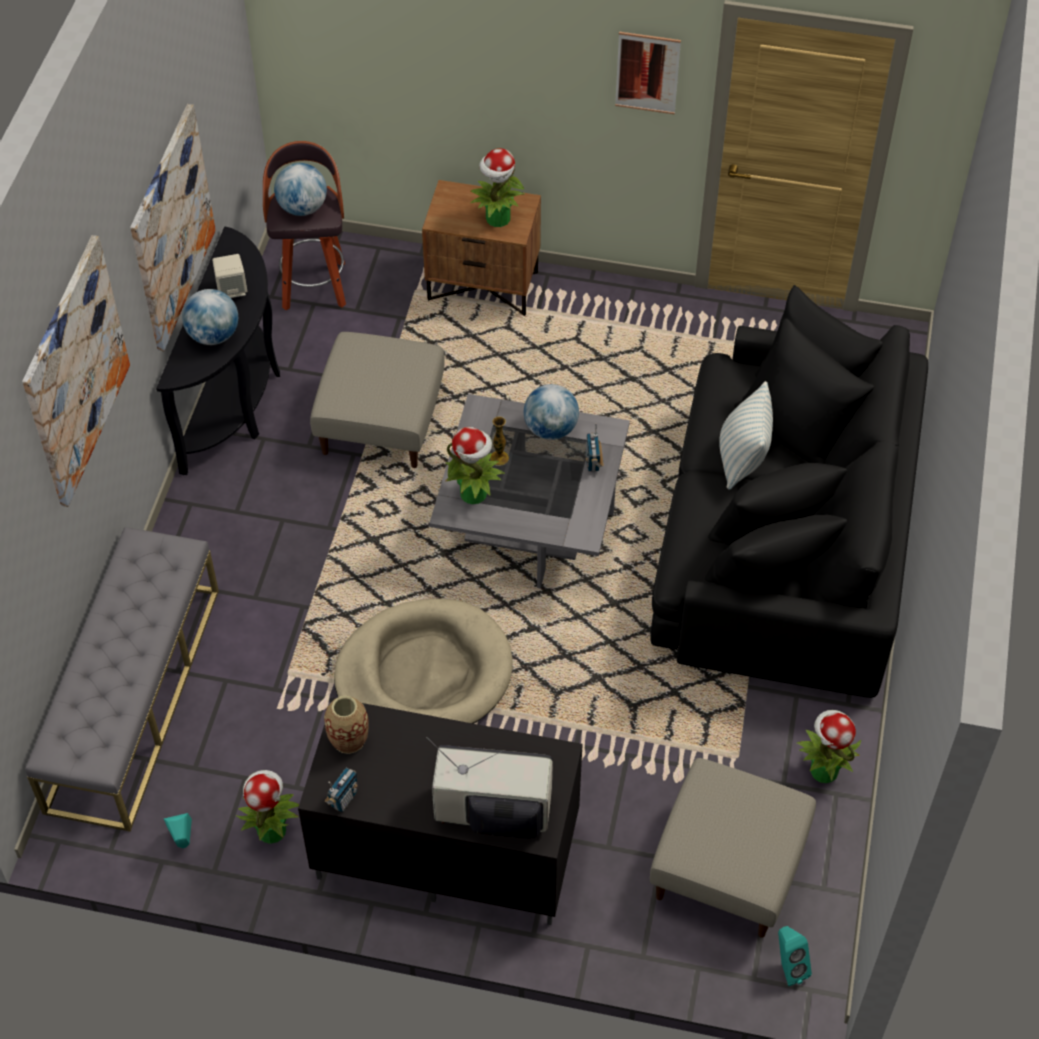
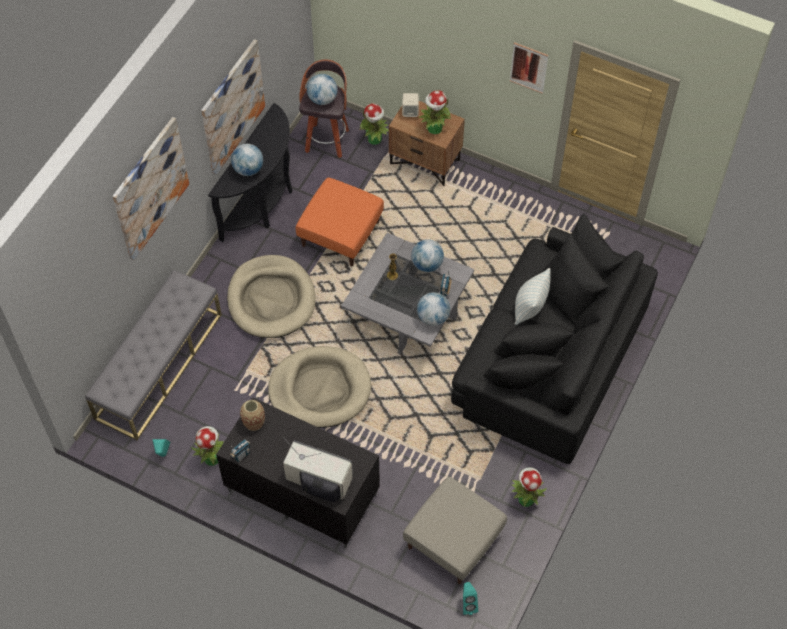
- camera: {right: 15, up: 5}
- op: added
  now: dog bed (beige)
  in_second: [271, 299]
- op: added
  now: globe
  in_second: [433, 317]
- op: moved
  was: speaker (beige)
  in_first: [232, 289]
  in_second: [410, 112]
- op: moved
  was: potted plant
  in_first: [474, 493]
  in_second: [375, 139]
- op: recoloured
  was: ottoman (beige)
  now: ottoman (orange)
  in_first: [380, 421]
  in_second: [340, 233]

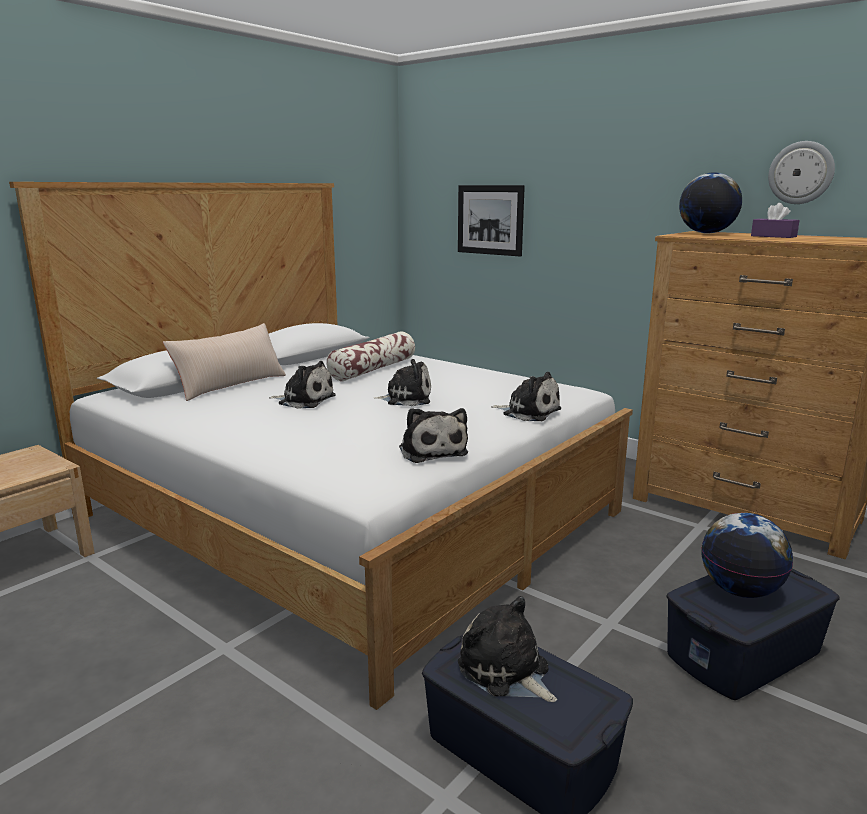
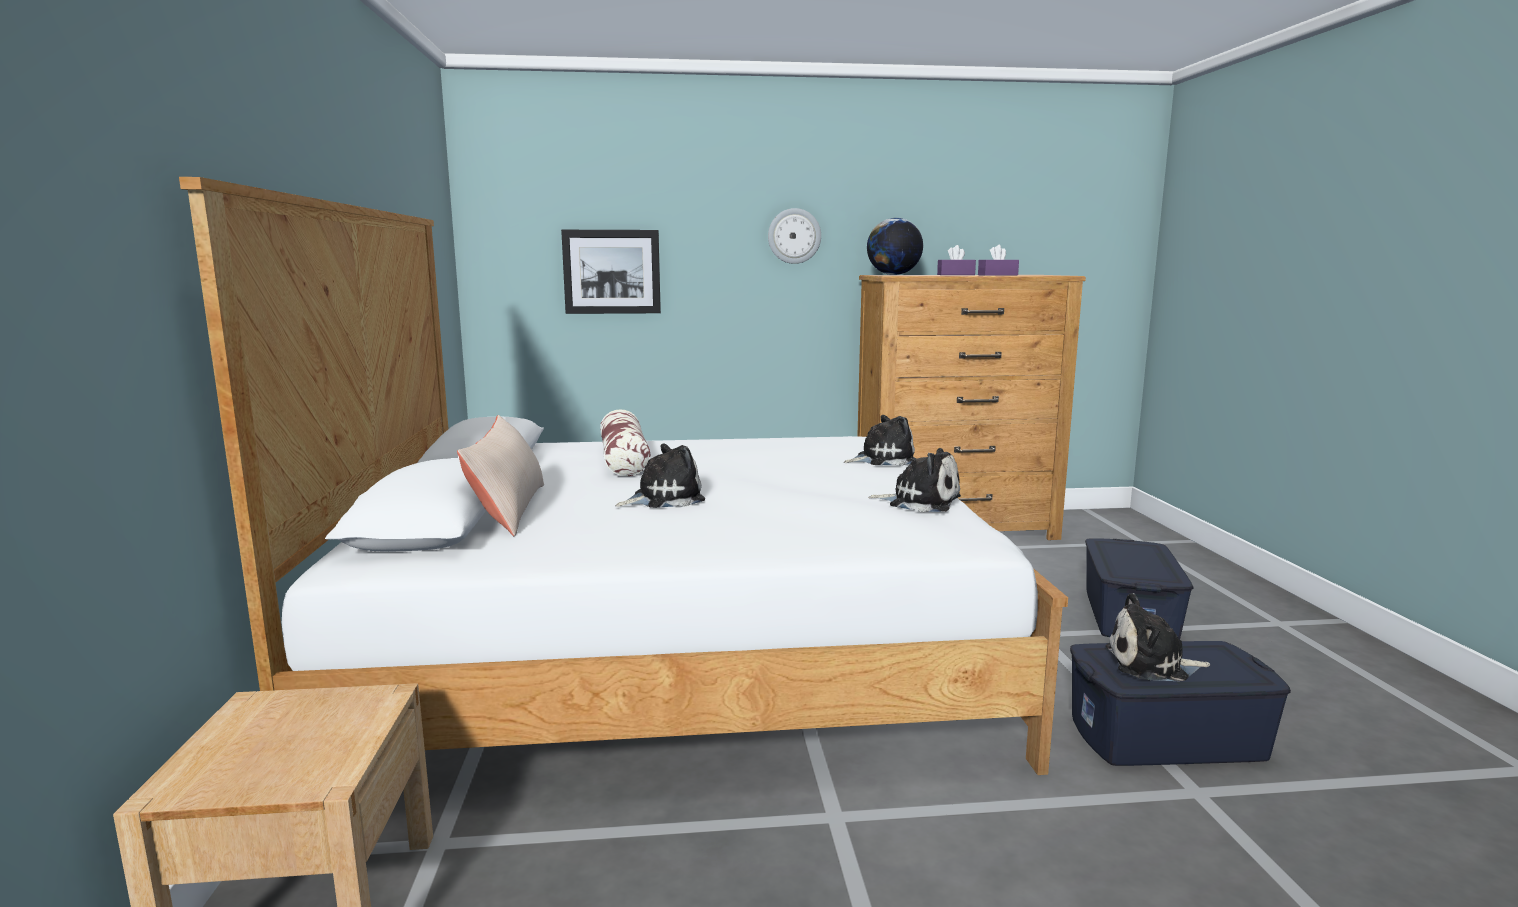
- camera: {right: -45, up: -5}
- op: removed
  was: plush toy
  in_first: [405, 398]
- op: removed
  was: globe
  in_first: [740, 590]
- op: added
  now: tissue box (purple)
  in_second: [997, 275]
- op: moved
  was: wall clock
  in_first: [801, 173]
  in_second: [794, 236]

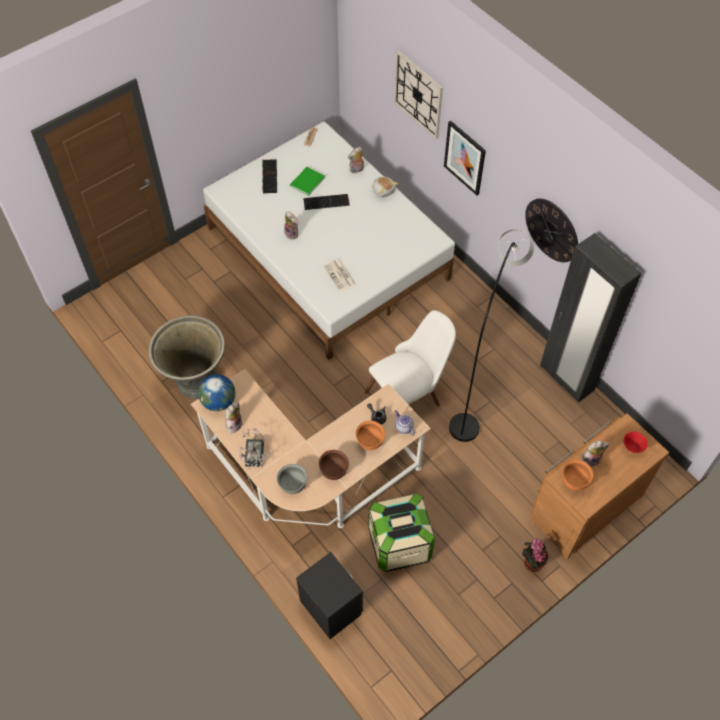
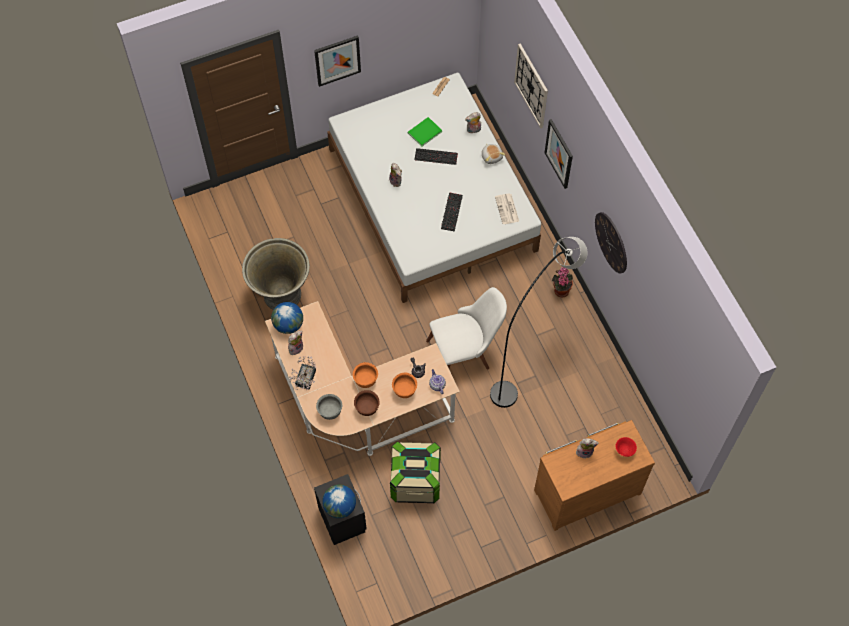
- camera: {right: 15, up: 5}
- op: removed
  was: wardrobe (black)
  in_first: [566, 378]
- op: added
  now: picture
  in_second: [337, 60]
- op: added
  now: globe
  in_second: [340, 506]
- op: moved
  was: keyboard
  in_first: [269, 176]
  in_second: [451, 211]
- op: moved
  was: newspaper
  in_first: [340, 275]
  in_second: [507, 209]
- op: moved
  was: potted plant
  in_first: [532, 562]
  in_second: [560, 290]
- op: moved
  was: bowl (orange)
  in_first: [574, 481]
  in_second: [365, 380]

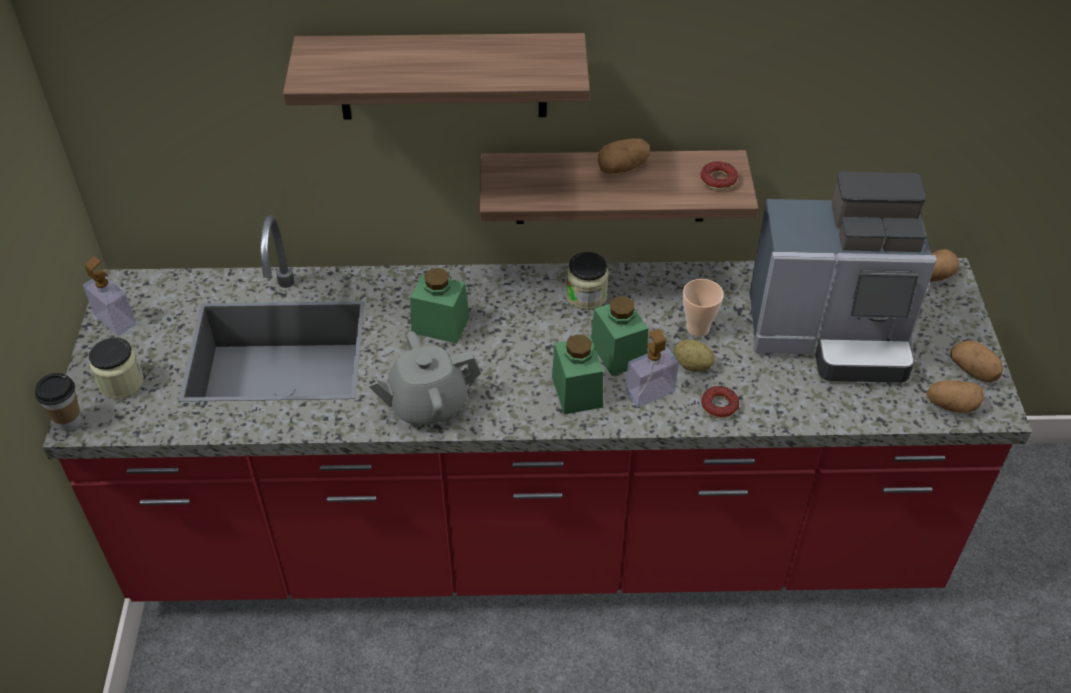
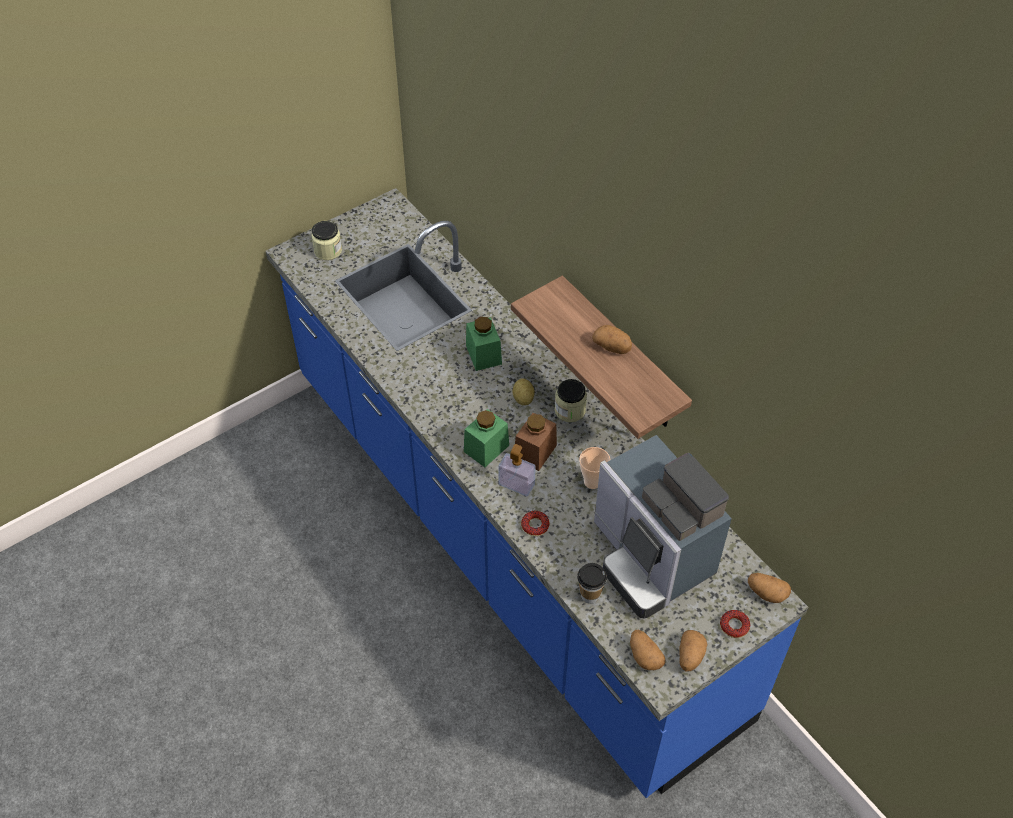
- camera: {right: 55, up: 5}
- op: removed
  was: soap dispenser
  in_first: [115, 320]
- op: removed
  was: shelf
  in_first: [442, 76]
- op: removed
  was: teapot (grey)
  in_first: [427, 404]
- op: moved
  was: cup
  in_first: [69, 422]
  in_second: [590, 595]
- op: moved
  was: potato
  in_first: [692, 365]
  in_second: [523, 398]
- op: moved
  was: donut
  in_first: [718, 180]
  in_second: [734, 626]
- op: recoloured
  was: counter (red)
  now: counter (blue)
  in_first: [535, 538]
  in_second: [506, 539]
- op: recoloured
  was: jar (green)
  now: jar (brown)
  in_first: [618, 353]
  in_second: [535, 452]

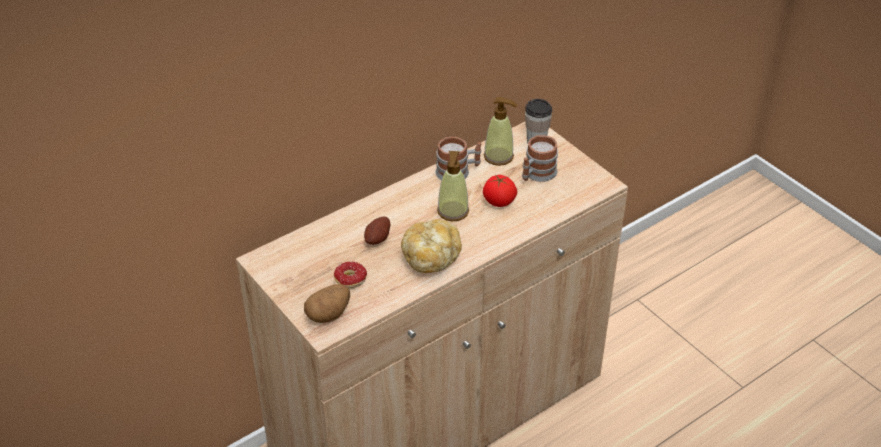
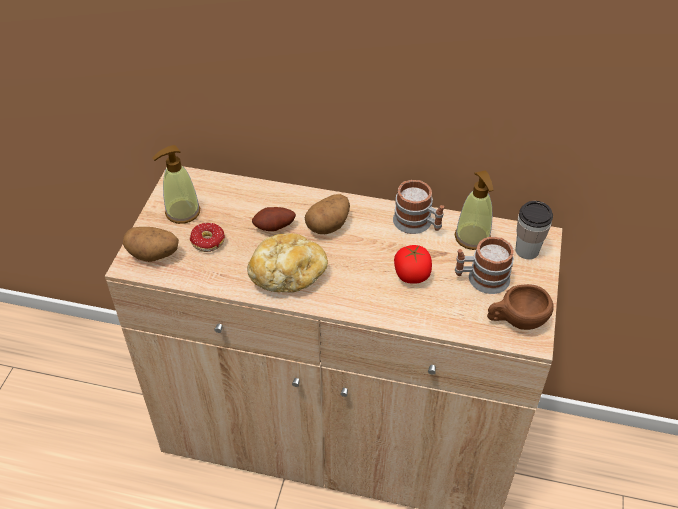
- camera: {right: 50, up: 5}
- op: added
  now: potato
  in_second: [328, 225]
- op: added
  now: cup (brown)
  in_second: [516, 321]
- op: moved
  was: soap dispenser
  in_first: [453, 211]
  in_second: [182, 212]

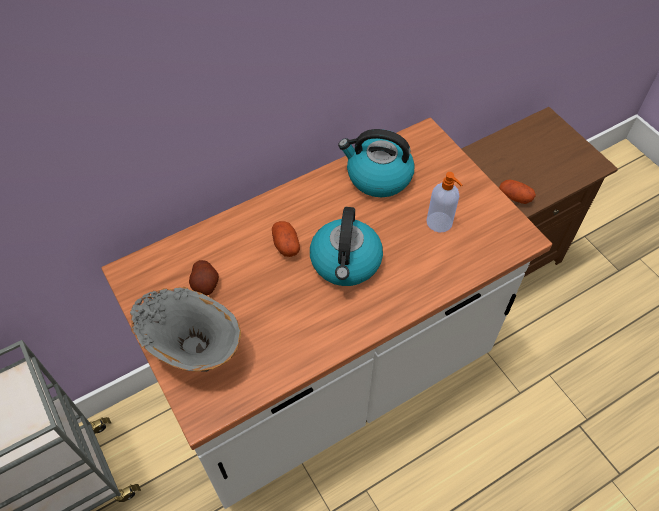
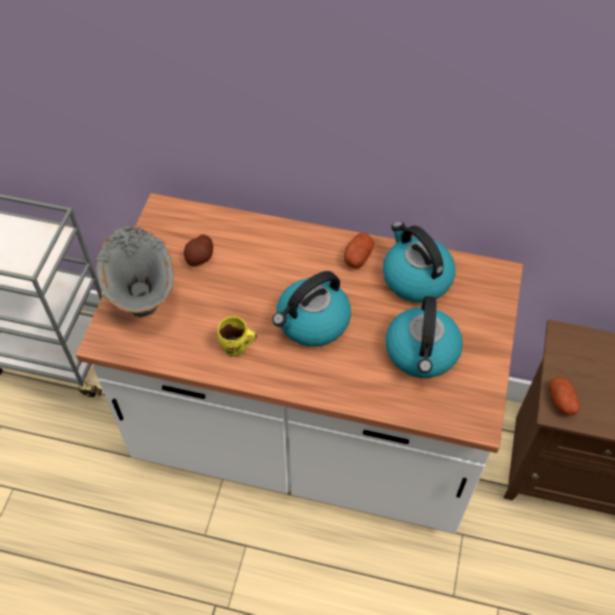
- camera: {right: 45, up: 0}
- op: added
  now: mug (yellow)
  in_second: [237, 348]
- op: moved
  was: potato
  in_first: [286, 245]
  in_second: [358, 256]
- op: replaced
  was: soap dispenser
  now: kettle
  in_first: [440, 223]
  in_second: [422, 353]

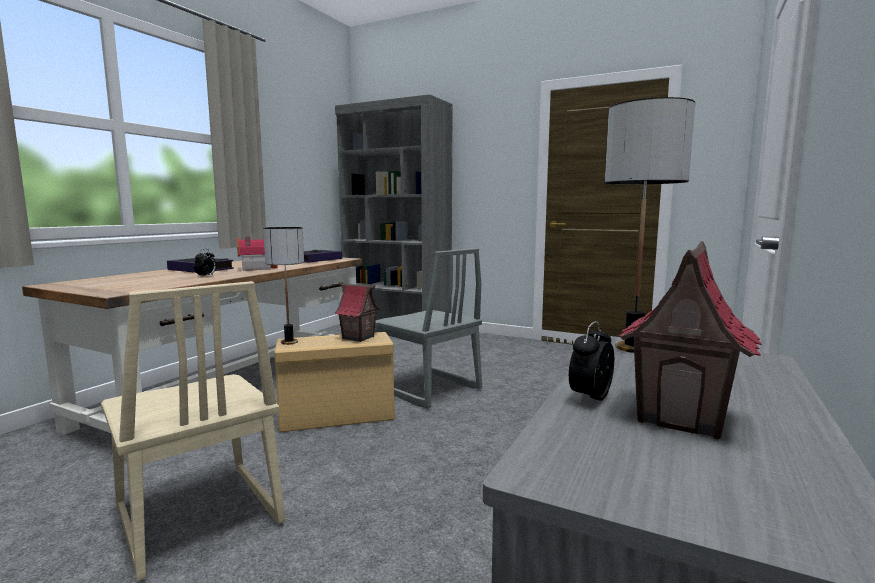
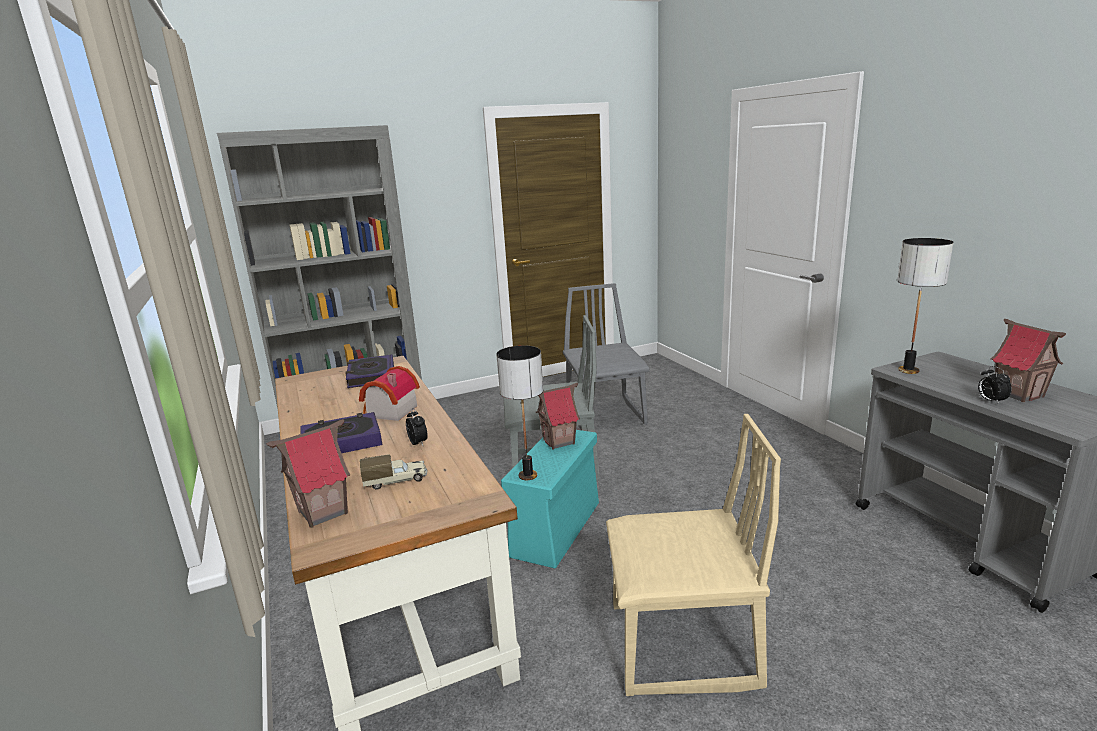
- camera: {right: -50, up: 10}
- op: added
  now: toy house
  in_second: [322, 512]
- op: added
  now: toy truck
  in_second: [396, 481]
- op: added
  now: chair (grey)
  in_second: [606, 415]
- op: recoloured
  was: storage box (beige)
  now: storage box (turquoise)
  in_first: [339, 416]
  in_second: [556, 527]

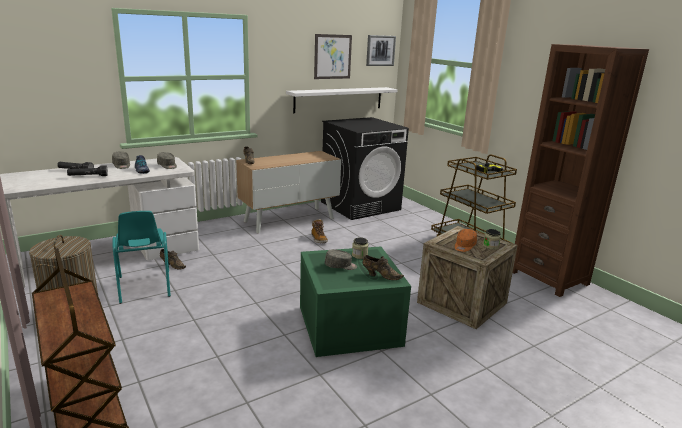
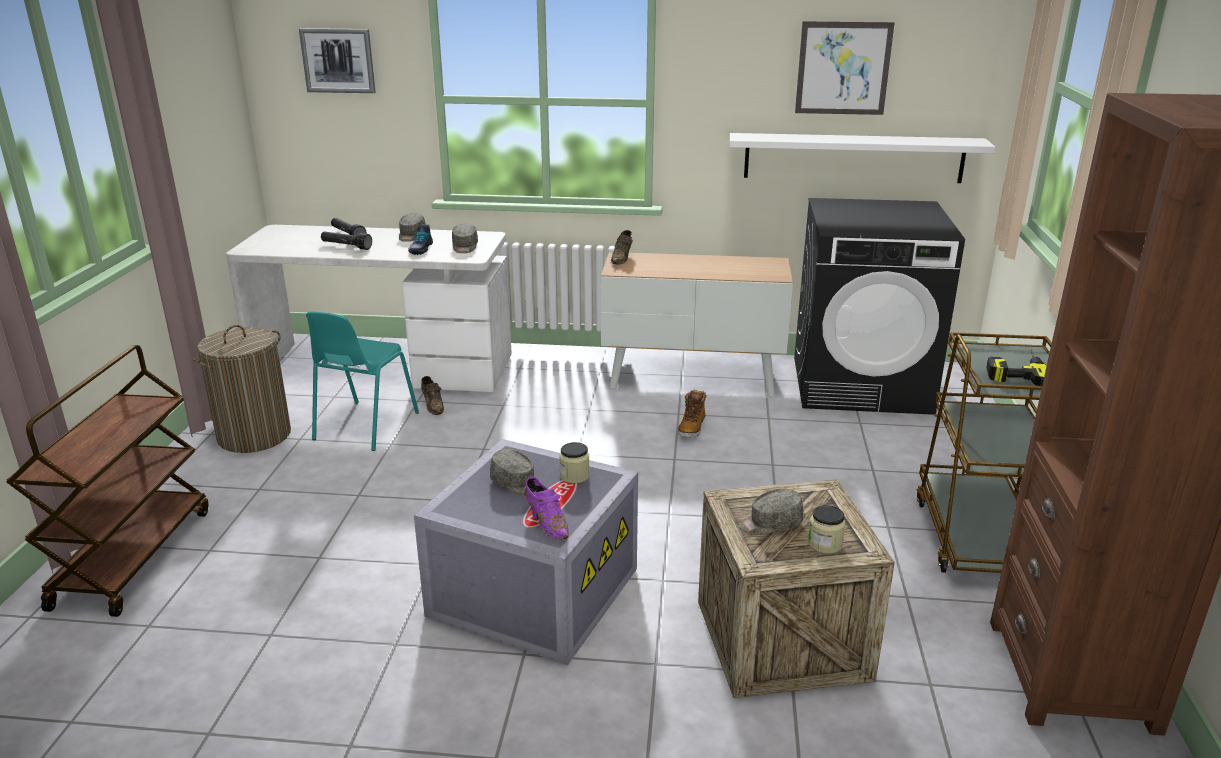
- camera: {right: 40, up: 5}
- op: moved
  was: picture
  in_first: [380, 50]
  in_second: [338, 60]
- op: recoloured
  was: storage box (green)
  now: storage box (grey)
  in_first: [347, 325]
  in_second: [533, 590]
- op: recoloured
  was: shoe (brown)
  now: shoe (purple)
  in_first: [380, 276]
  in_second: [546, 522]
- op: recoloured
  was: cap (orange)
  now: cap (grey)
  in_first: [464, 246]
  in_second: [770, 524]

